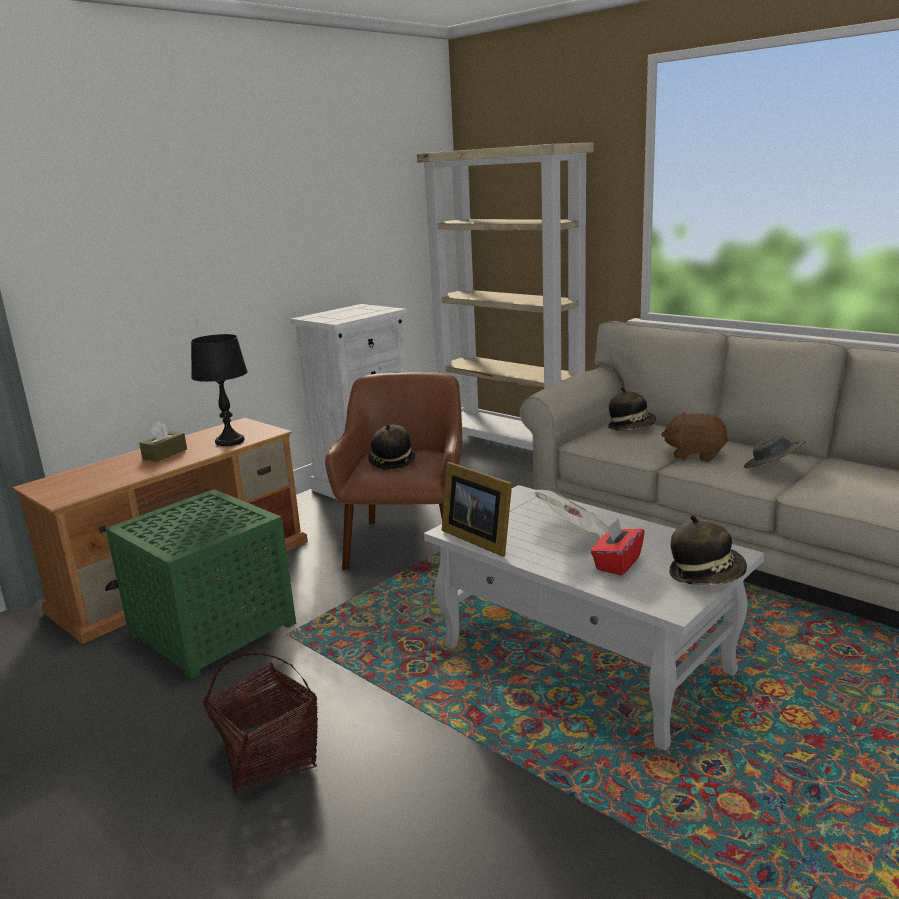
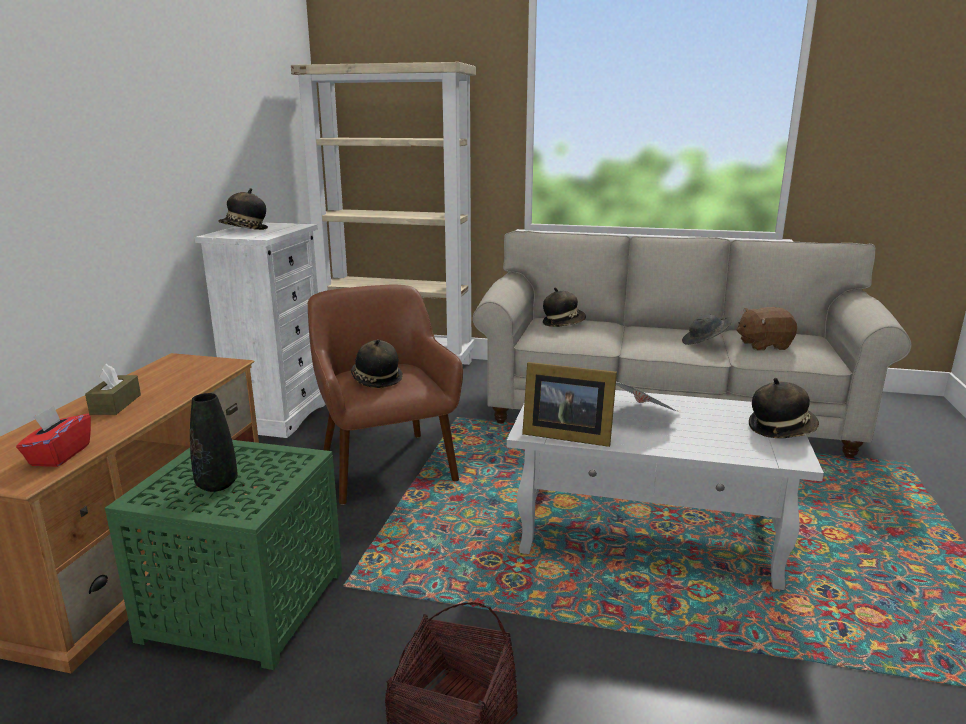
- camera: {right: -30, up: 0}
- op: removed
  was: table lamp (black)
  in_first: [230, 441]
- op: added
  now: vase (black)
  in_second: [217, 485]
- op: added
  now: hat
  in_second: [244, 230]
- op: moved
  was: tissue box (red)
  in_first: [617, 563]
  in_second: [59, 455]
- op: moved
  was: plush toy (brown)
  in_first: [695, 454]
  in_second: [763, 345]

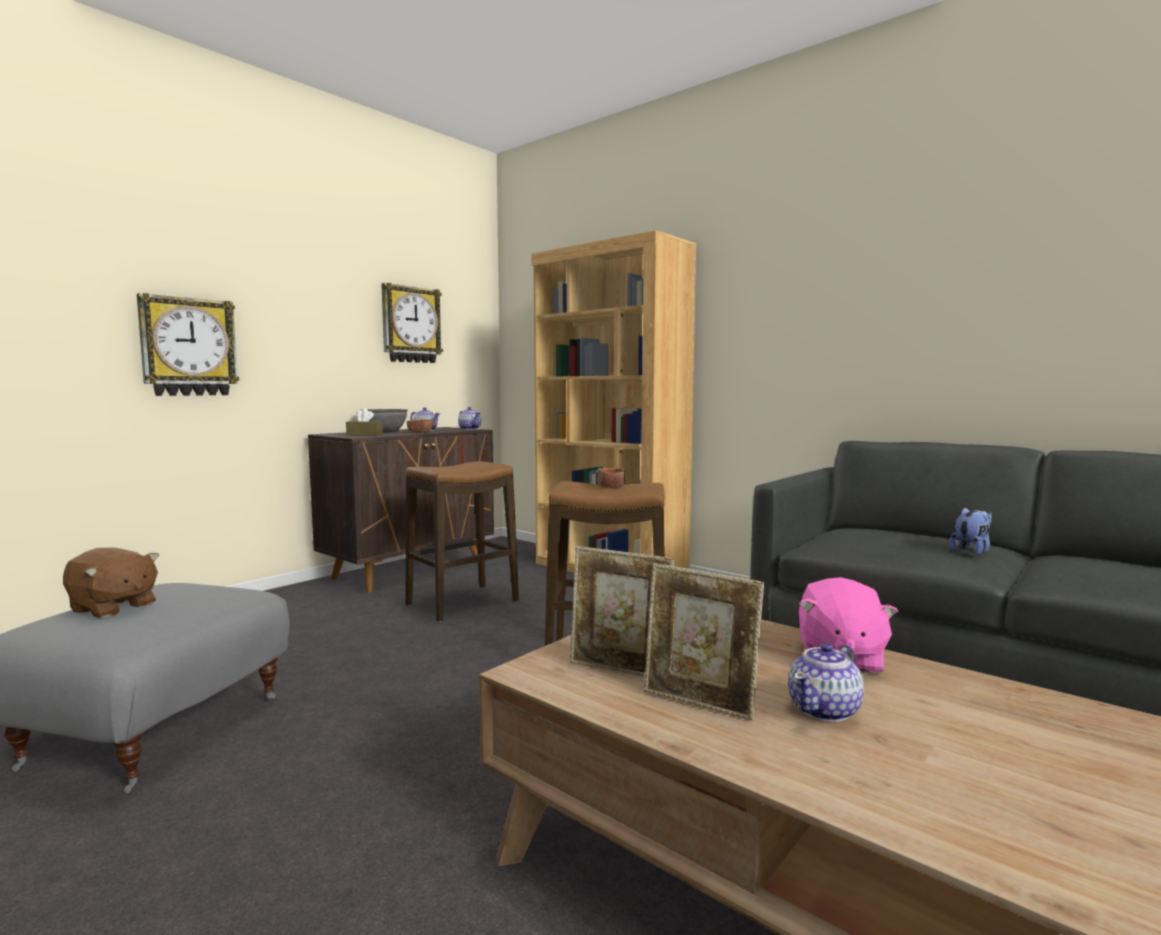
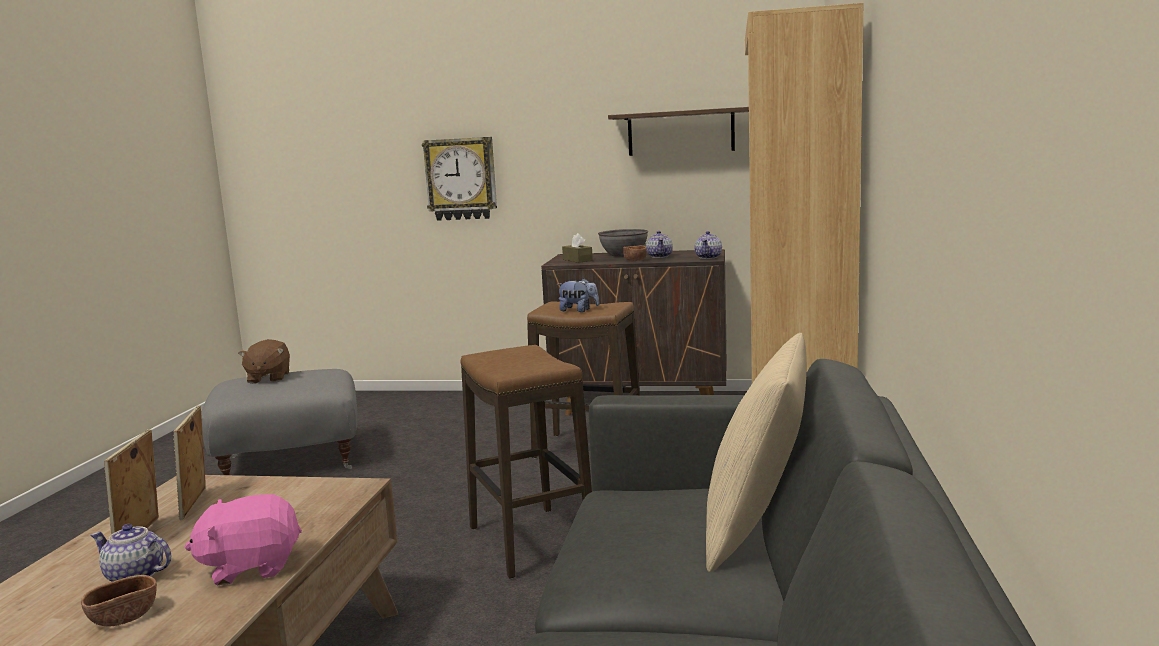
- camera: {right: 60, up: 5}
- op: added
  now: pillow (beige)
  in_second: [757, 530]
- op: moved
  was: bowl (brown)
  in_first: [611, 487]
  in_second: [123, 617]
- op: moved
  was: plush toy
  in_first: [972, 551]
  in_second: [578, 310]
- op: replaced
  was: wall clock
  now: shelf
  in_first: [410, 325]
  in_second: [680, 132]

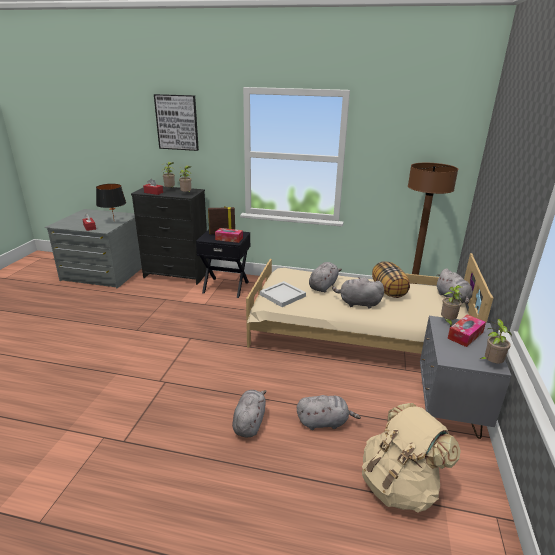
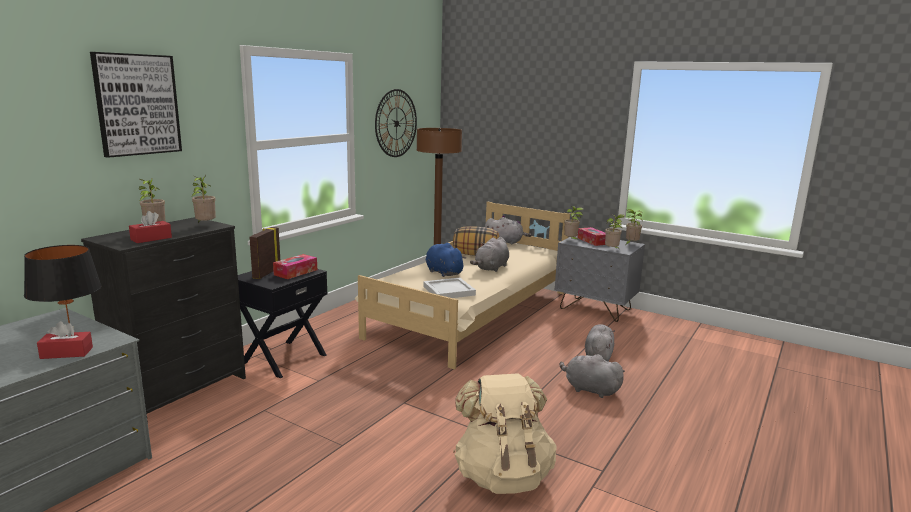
- camera: {right: -70, up: -10}
- op: added
  now: wall clock
  in_second: [396, 123]
- op: added
  now: potted plant
  in_second: [612, 250]
- op: moved
  was: backpack (beige)
  in_first: [399, 485]
  in_second: [503, 475]
- op: recoloured
  was: plush toy (grey)
  now: plush toy (blue)
  in_first: [323, 286]
  in_second: [443, 272]

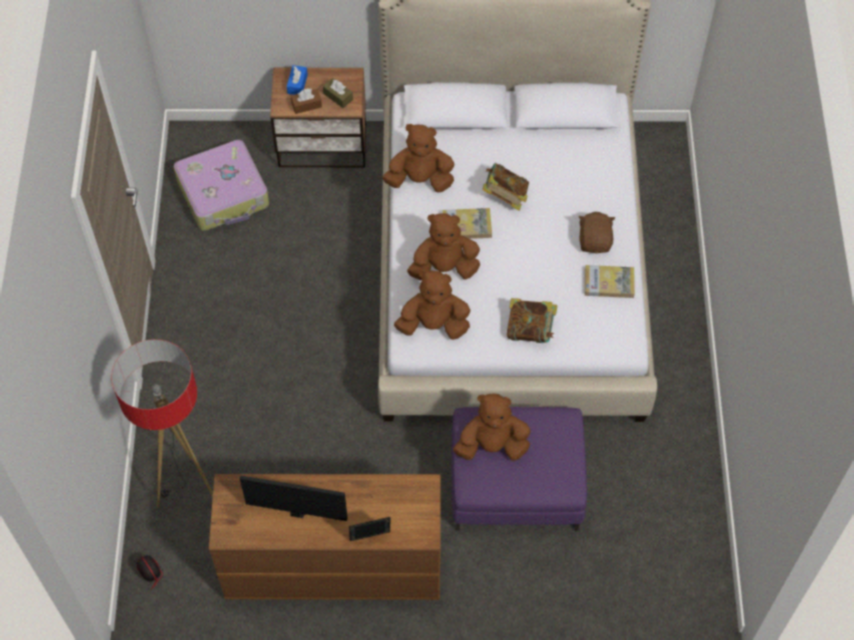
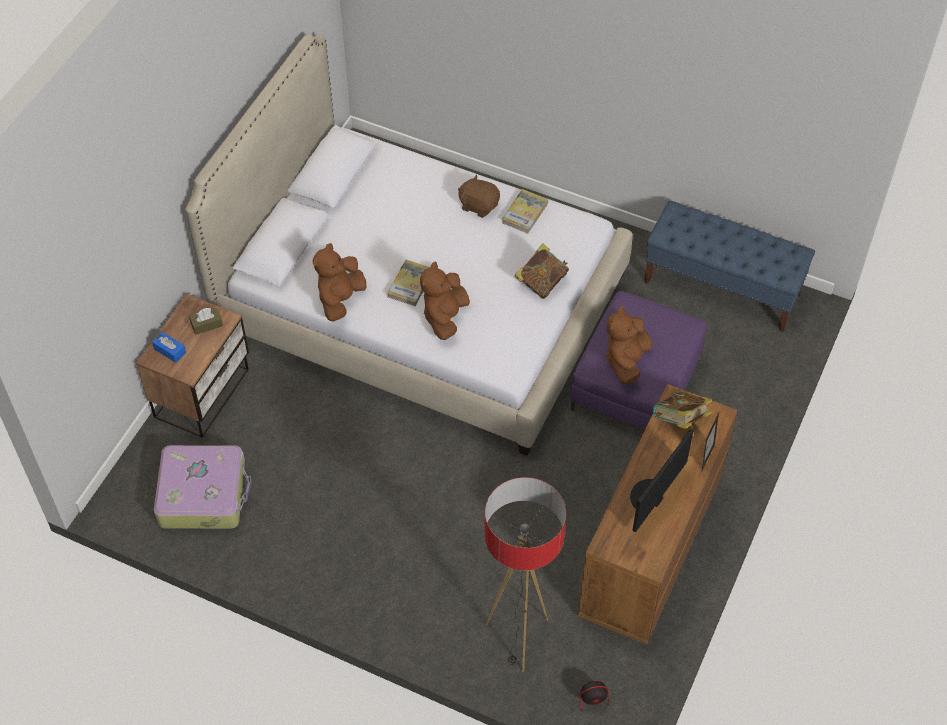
- camera: {right: -65, up: -5}
- op: removed
  was: tissue box (brown)
  in_first: [306, 105]
- op: removed
  was: plush toy (brown)
  in_first: [434, 325]
- op: added
  now: bench (blue)
  in_second: [722, 287]
- op: moved
  was: book
  in_first: [505, 196]
  in_second: [679, 420]

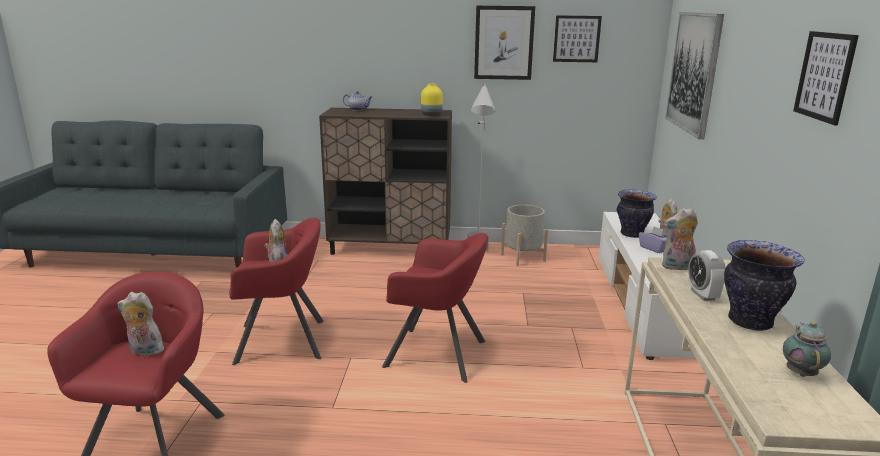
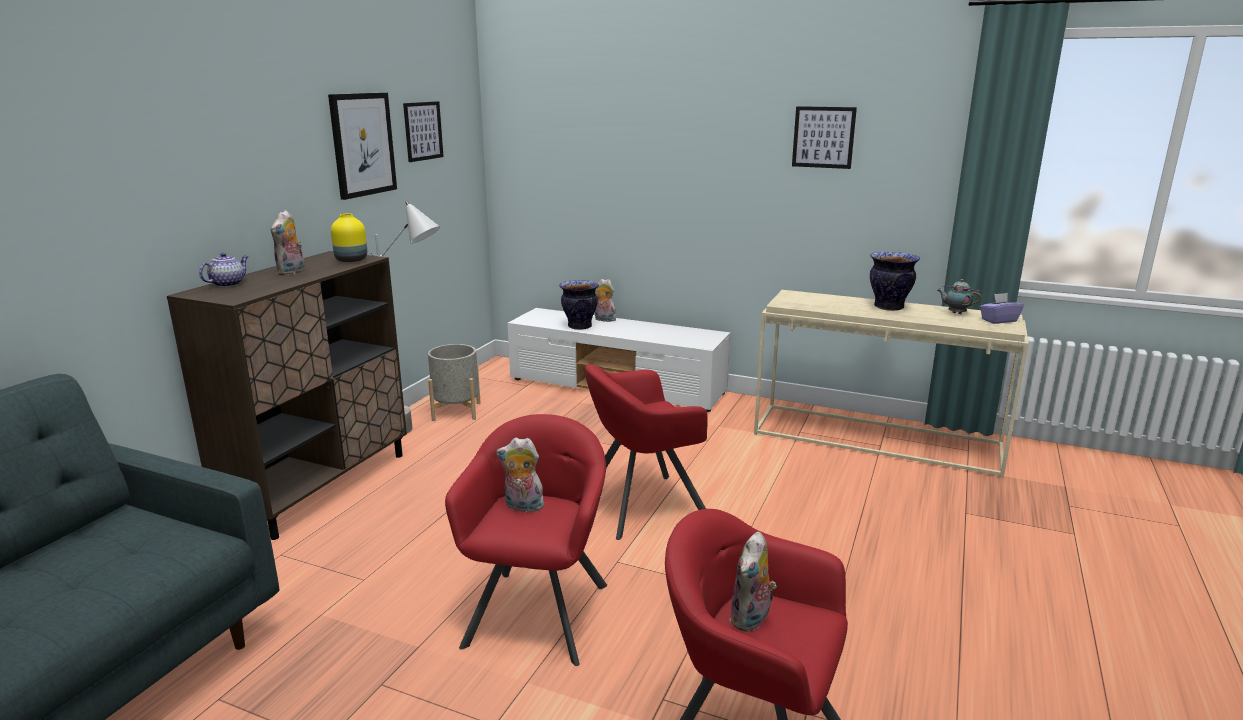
- camera: {right: -70, up: 0}
- op: removed
  was: picture
  in_first: [694, 72]
- op: removed
  was: alarm clock
  in_first: [702, 295]
- op: moved
  was: tissue box (purple)
  in_first: [653, 248]
  in_second: [998, 320]
- op: moved
  was: plush toy
  in_first: [677, 267]
  in_second: [292, 272]
- op: turned
  was: armchair (red)
  in_first: [436, 354]
  in_second: [642, 505]
  clockwise: -150

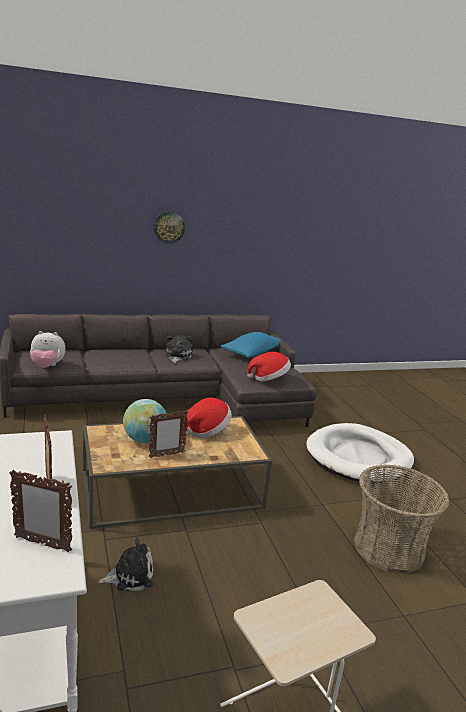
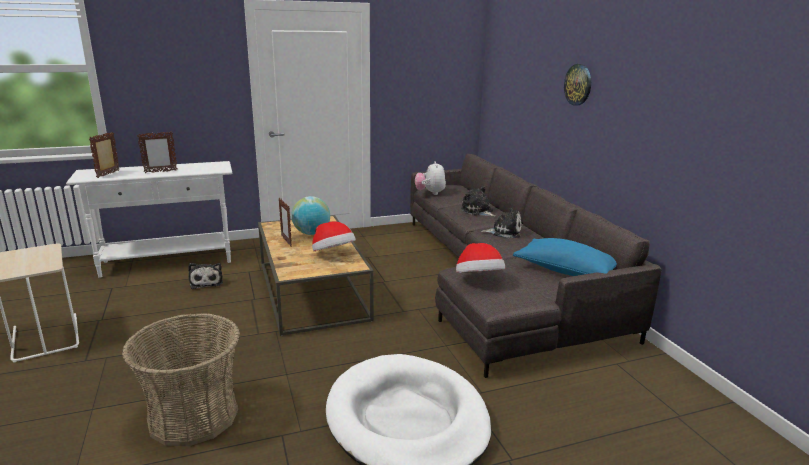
- camera: {right: 90, up: 0}
- op: added
  now: plush toy
  in_second: [478, 211]

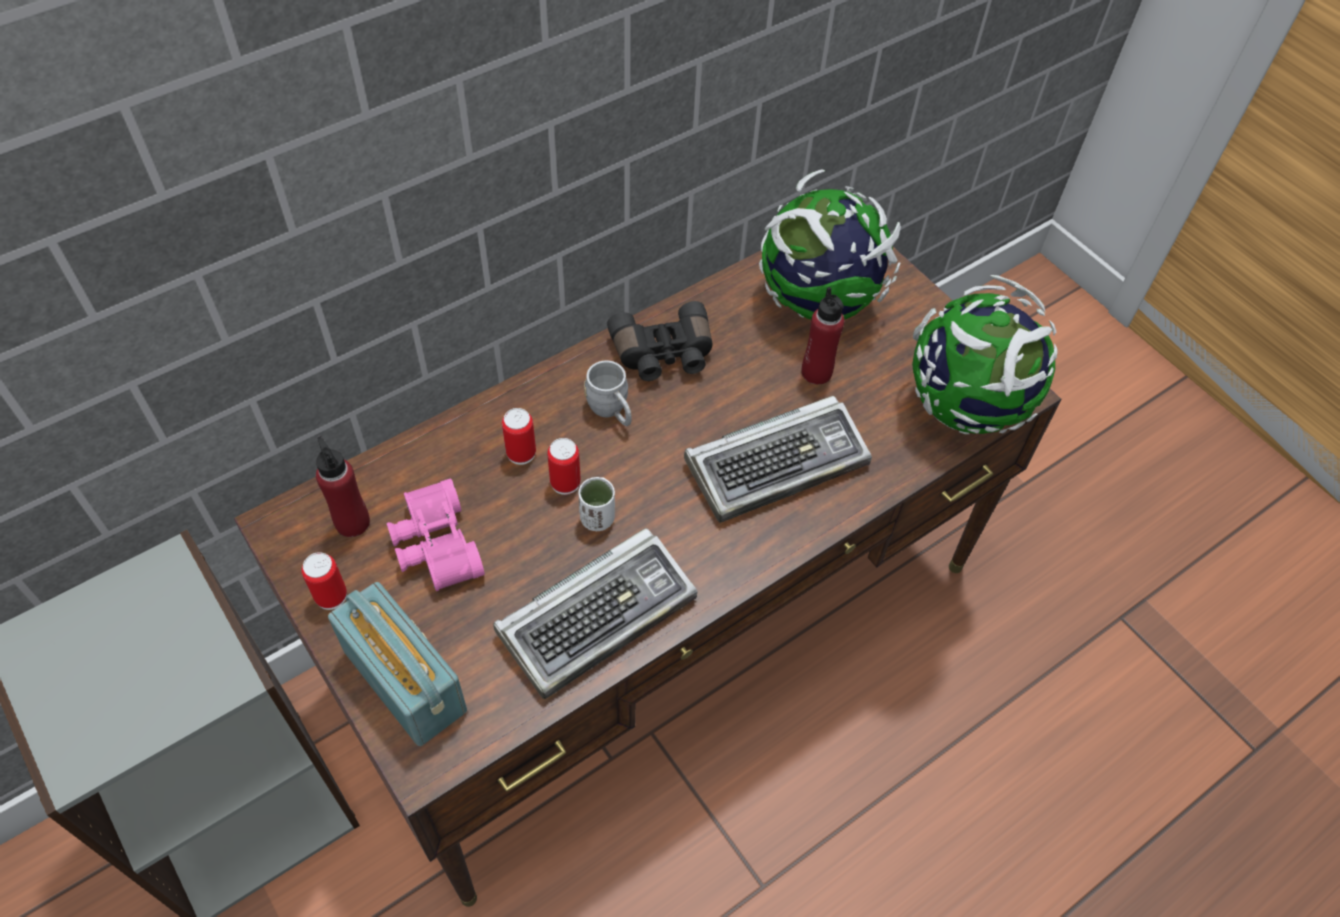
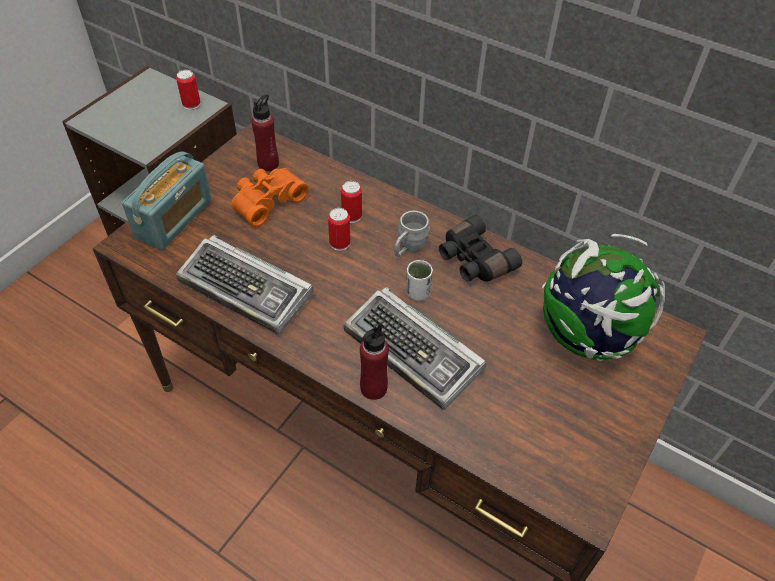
- camera: {right: 70, up: -5}
- op: removed
  was: globe
  in_first: [964, 406]
- op: moved
  was: can
  in_first: [331, 596]
  in_second: [191, 104]
- op: moved
  was: cup (white)
  in_first: [597, 518]
  in_second: [417, 293]
- op: moved
  was: bottle (red)
  in_first: [816, 372]
  in_second: [373, 388]
- op: recoloured
  was: binoculars (pink)
  now: binoculars (orange)
  in_first: [433, 546]
  in_second: [266, 201]

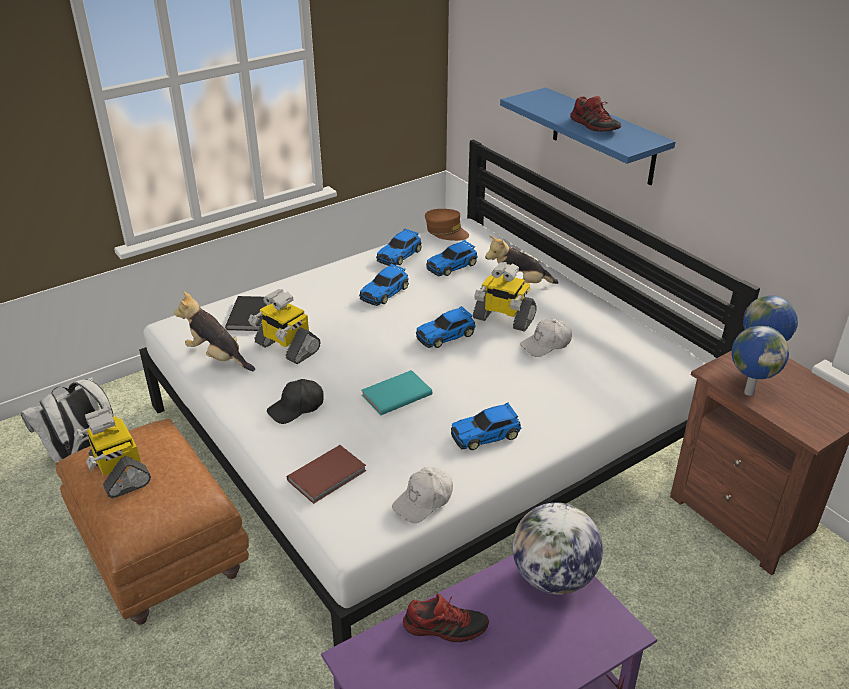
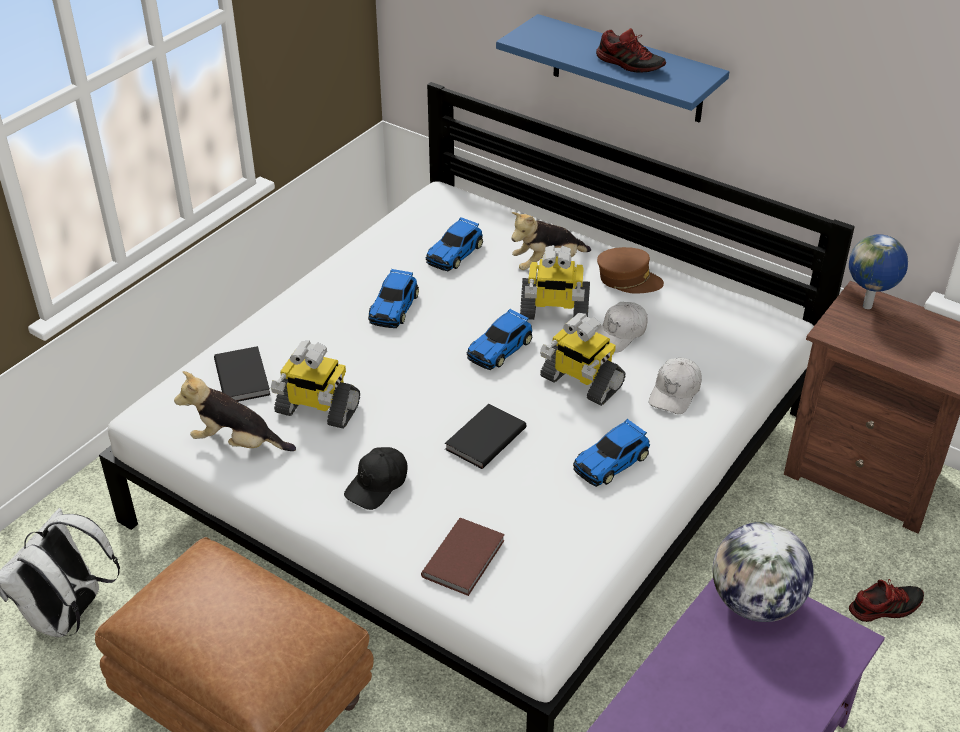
- camera: {right: -20, up: 5}
- op: removed
  was: toy car
  in_first: [400, 255]
- op: removed
  was: globe
  in_first: [748, 392]
- op: moved
  was: toy robot
  in_first: [119, 472]
  in_second: [580, 382]
- op: moved
  was: cap (white)
  in_first: [424, 501]
  in_second: [675, 392]
- op: moved
  was: shoe
  in_first: [445, 627]
  in_second: [884, 607]
- op: moved
  was: cap (brown)
  in_first: [446, 231]
  in_second: [628, 280]
- op: recoloured
  was: book (turquoise)
  now: book (black)
  in_first: [395, 394]
  in_second: [483, 438]

